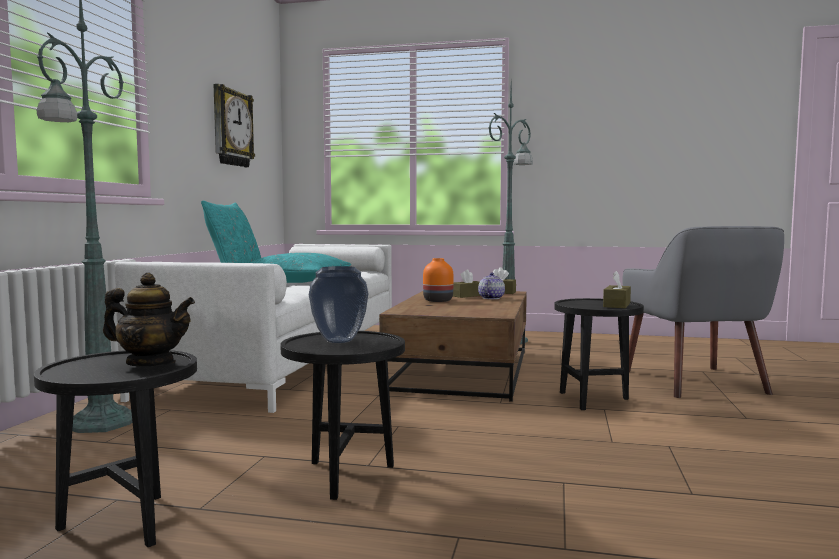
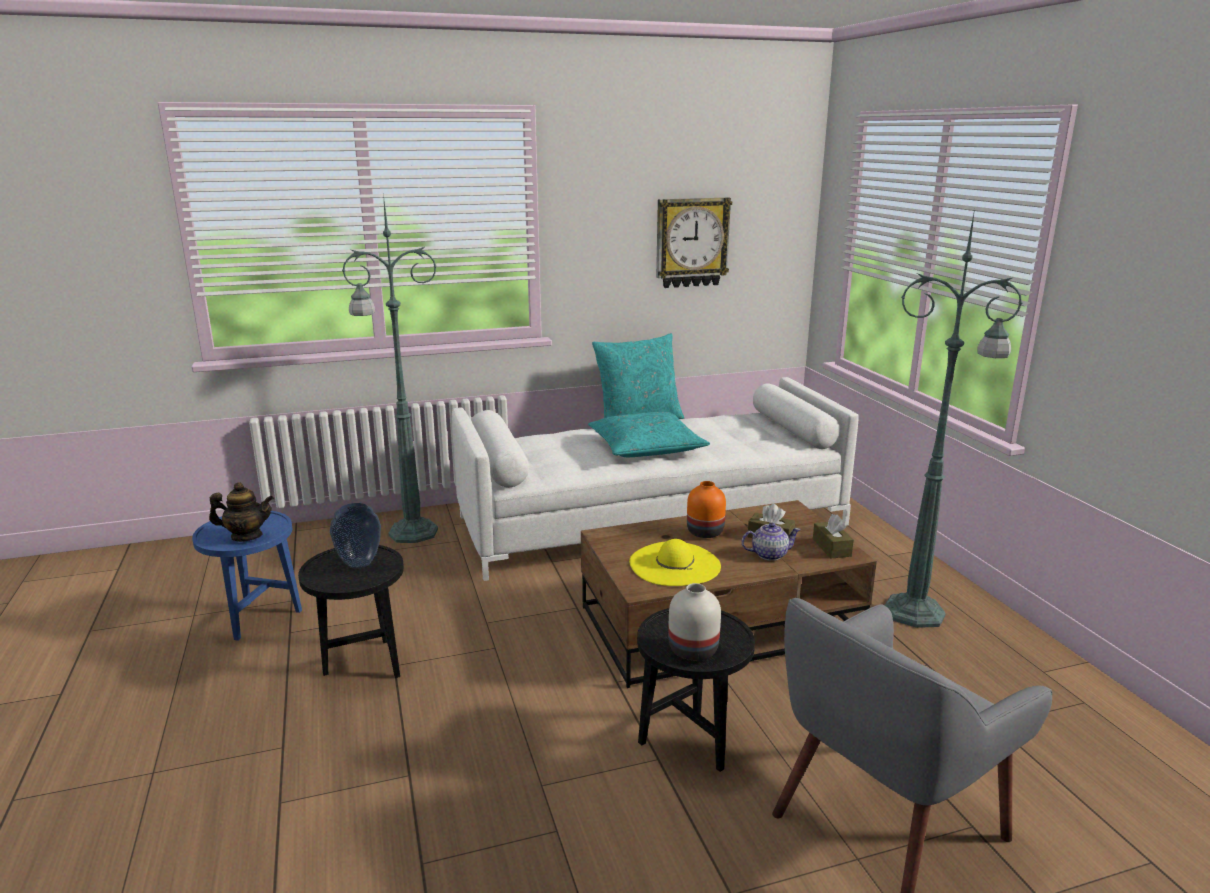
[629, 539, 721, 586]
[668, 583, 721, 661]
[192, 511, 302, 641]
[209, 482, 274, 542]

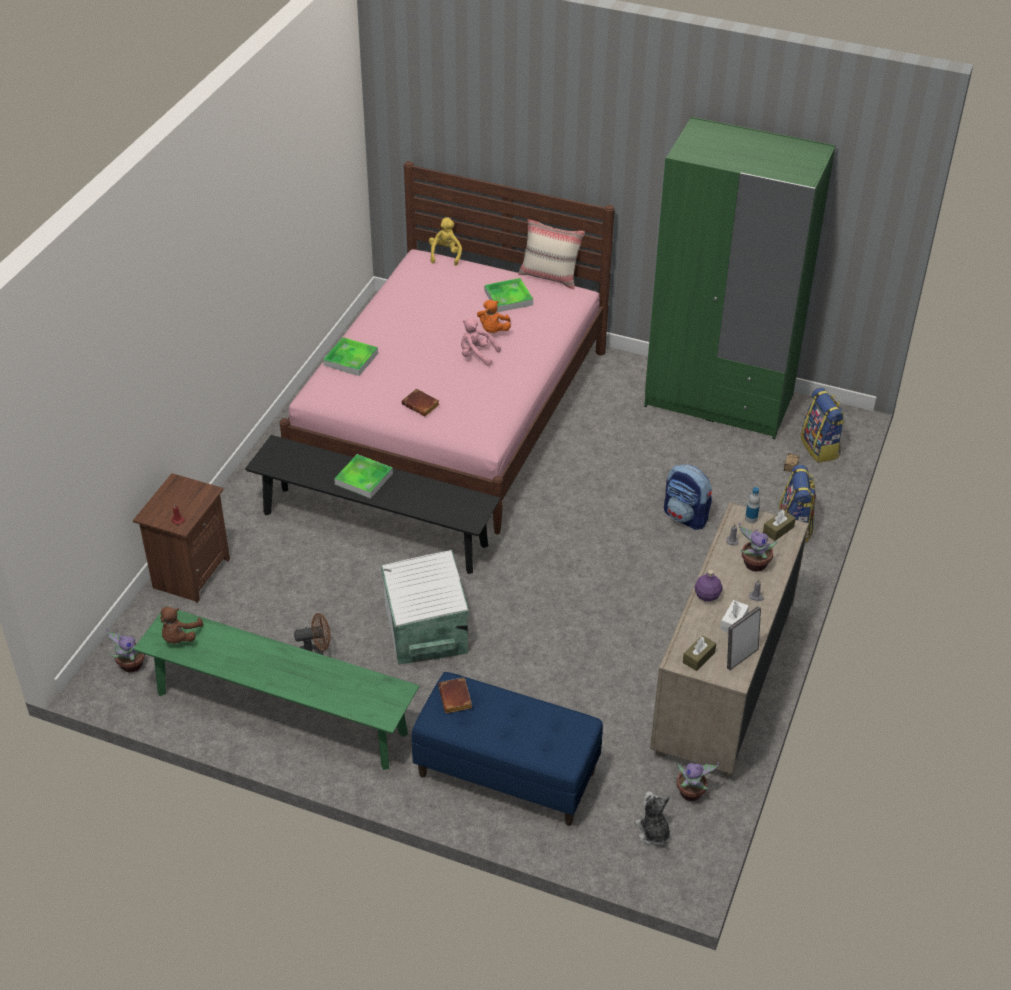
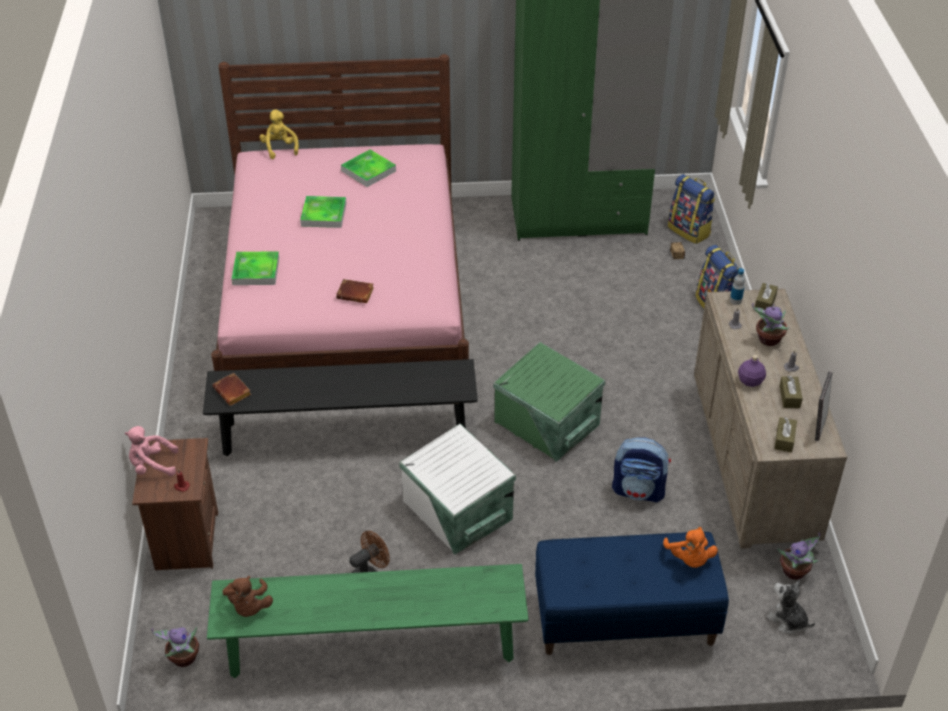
[518, 219, 585, 289] (first image)
[493, 342, 605, 462]
[300, 196, 347, 228]
[212, 373, 251, 406]
[125, 426, 178, 476]
[663, 527, 718, 568]
[612, 438, 671, 503]
[779, 376, 803, 408]

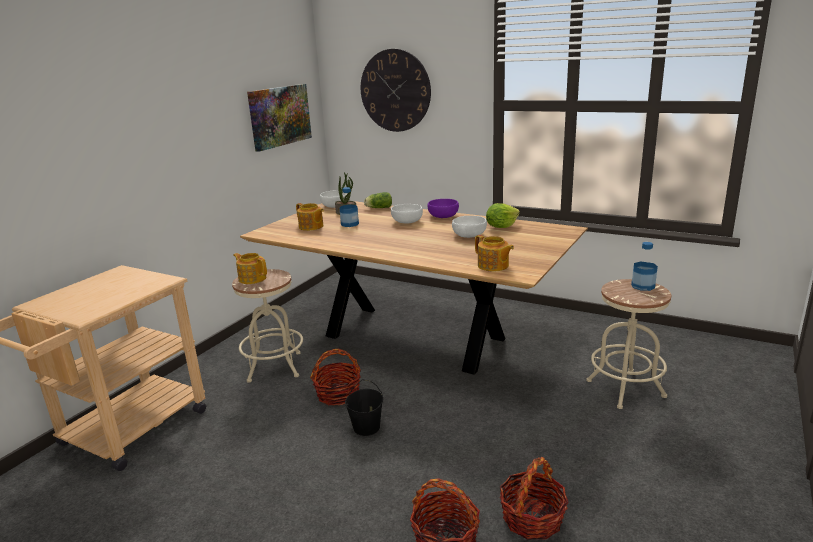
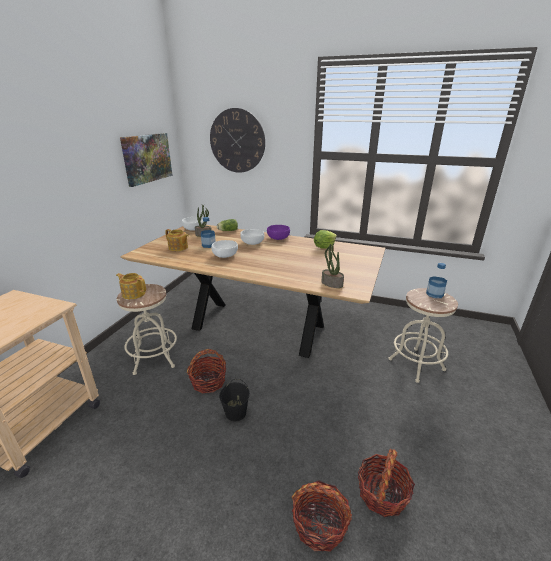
[211, 240, 238, 258]
[322, 243, 344, 288]

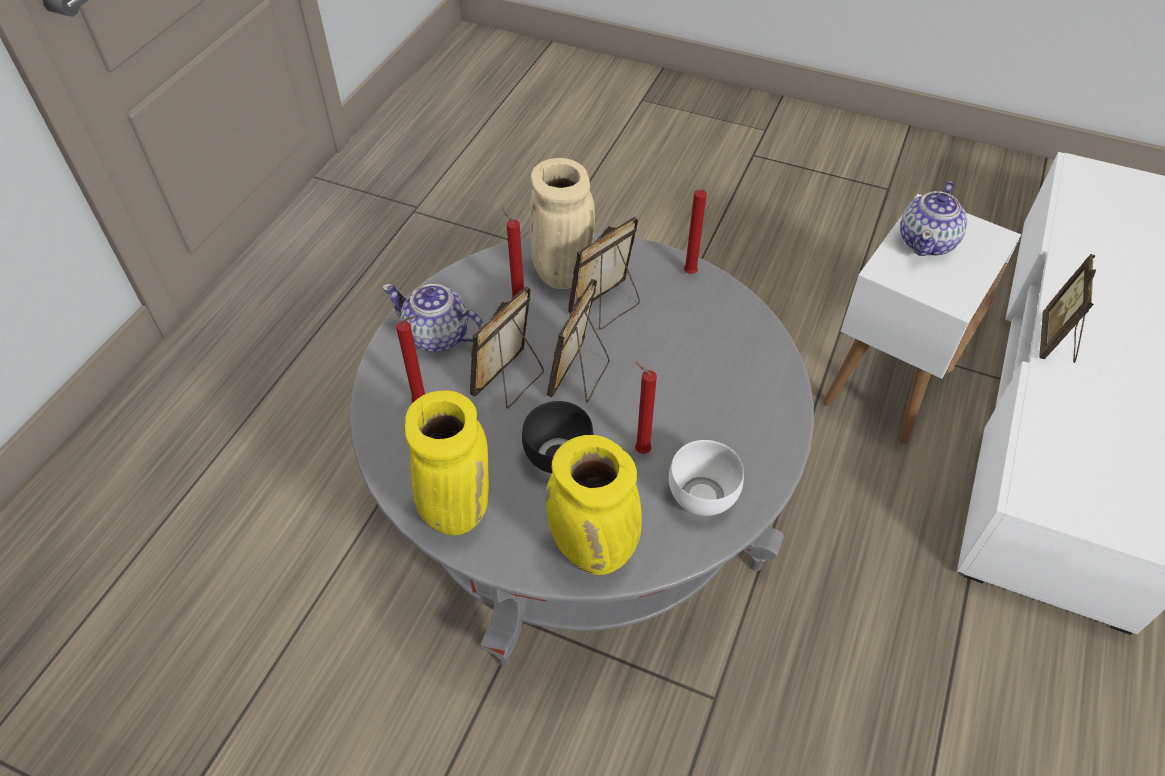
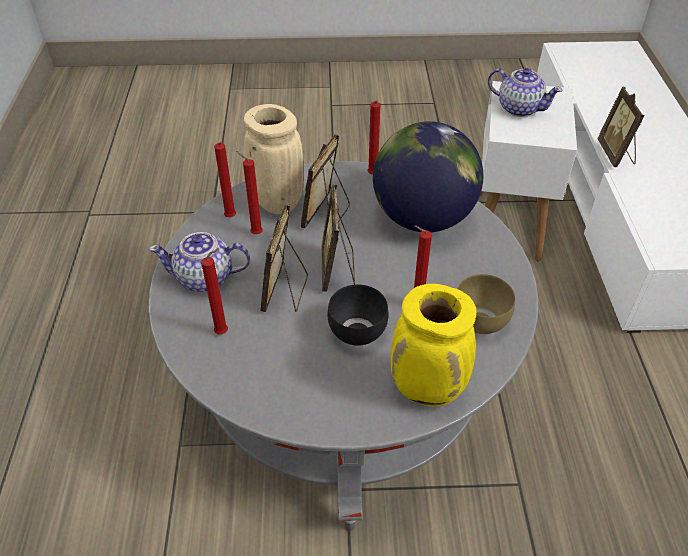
[405, 390, 489, 536] (first image)
[214, 142, 236, 217]
[373, 121, 483, 232]
[457, 274, 515, 334]
[488, 68, 563, 117]

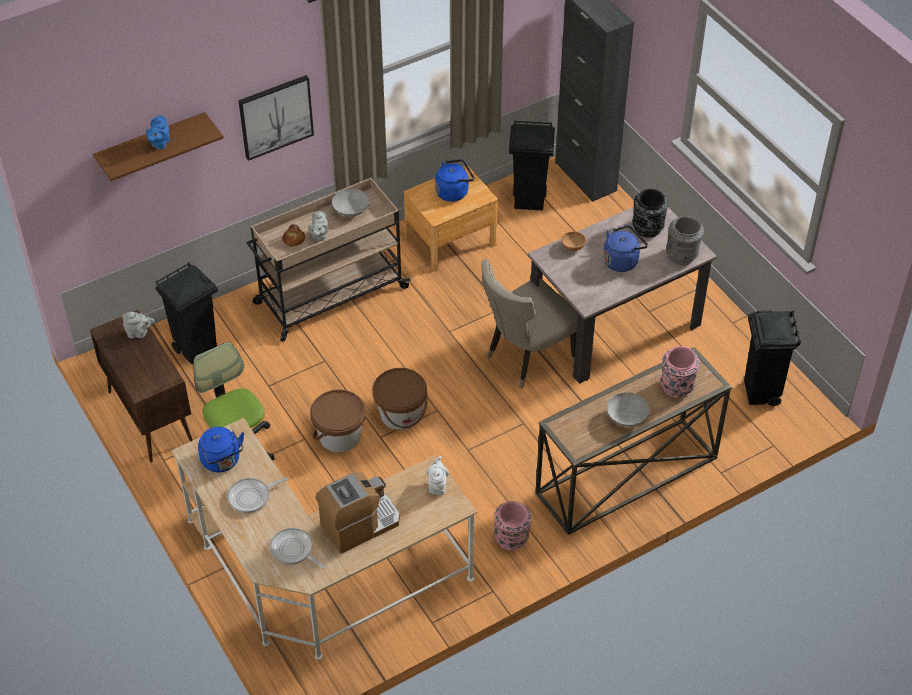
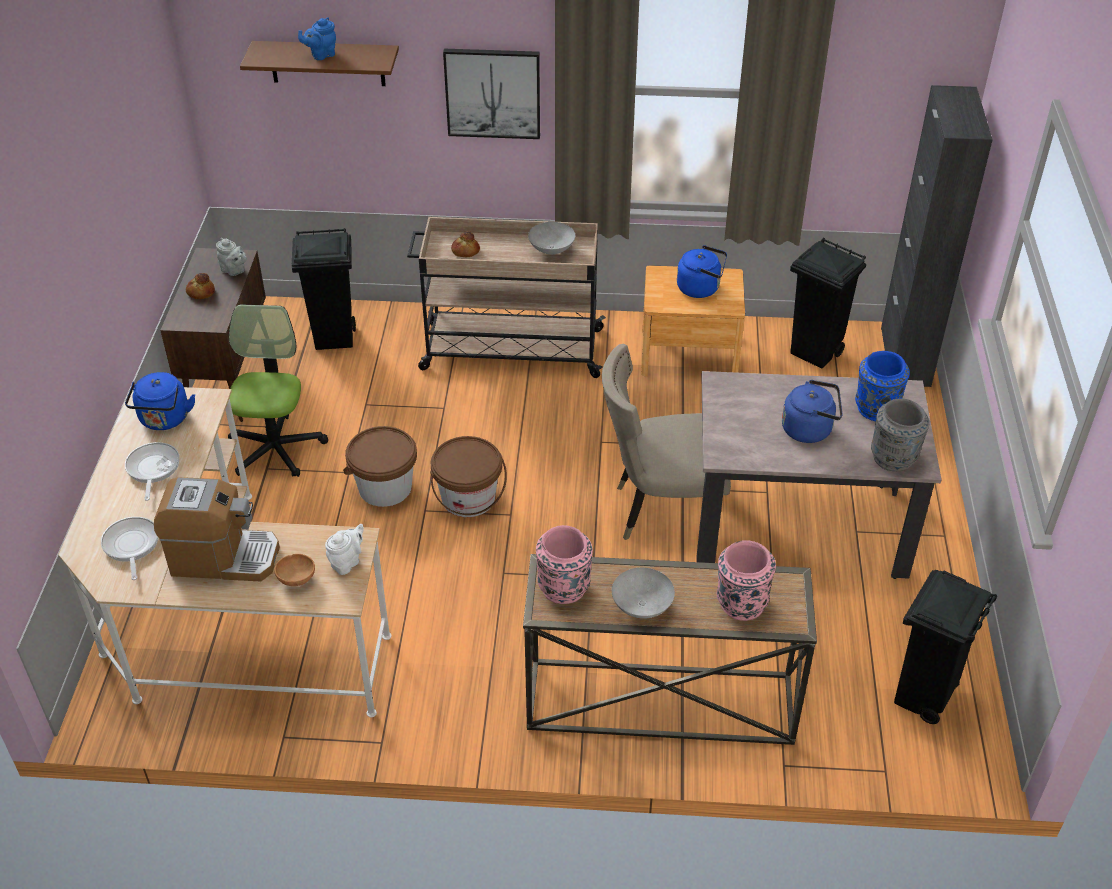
[308, 210, 328, 242] (first image)
[186, 273, 215, 299]
[536, 525, 593, 604]
[274, 554, 315, 586]
[855, 351, 910, 421]
[125, 442, 180, 501]

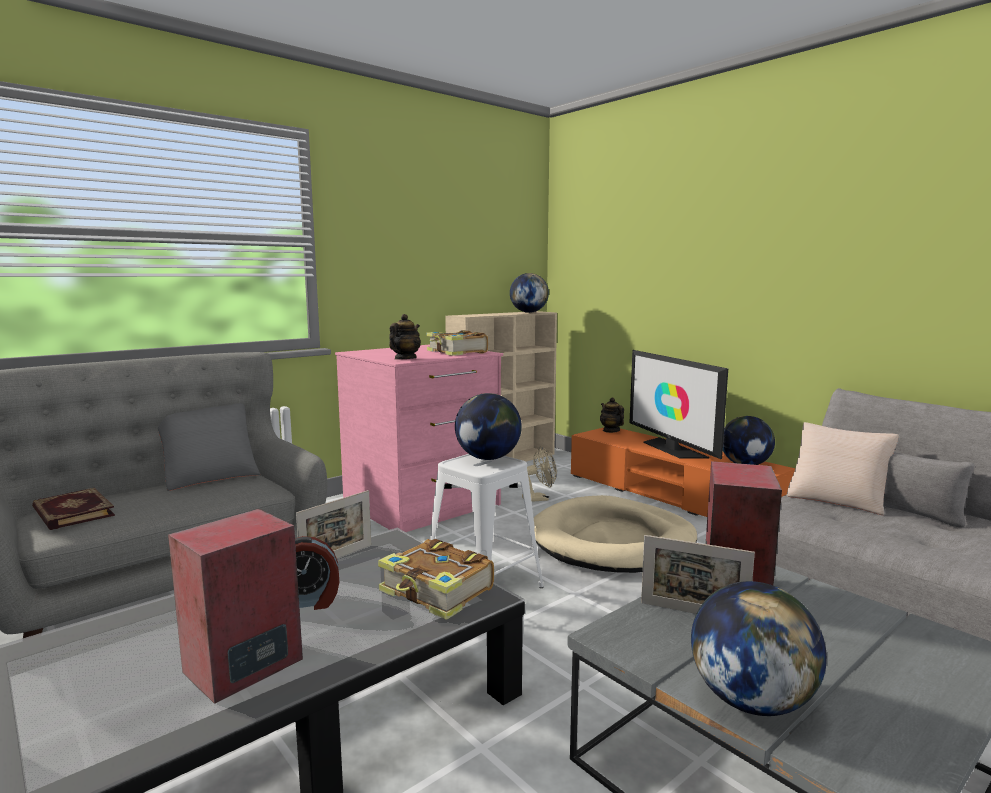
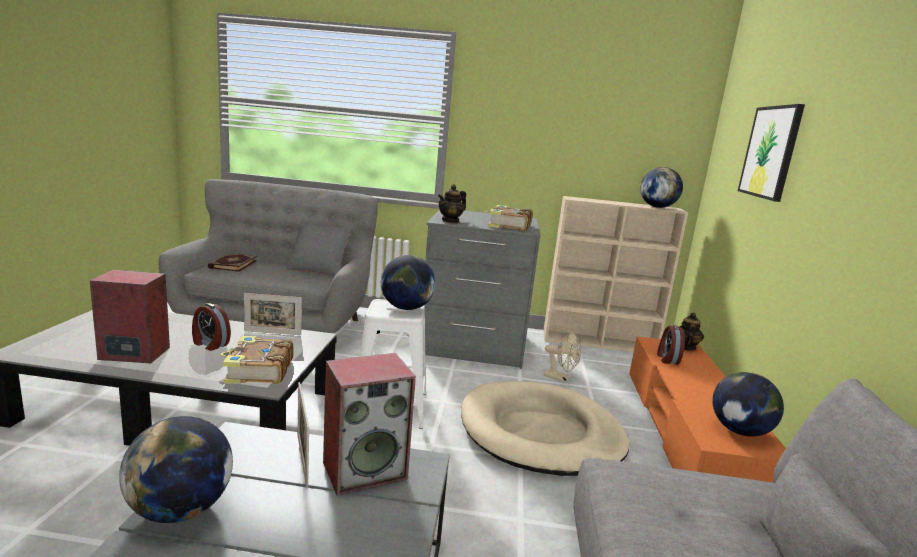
[629, 350, 728, 459] (first image)
[787, 422, 899, 515] (first image)
[657, 325, 685, 365]
[738, 104, 805, 202]
[425, 210, 541, 369]
[438, 185, 466, 223]

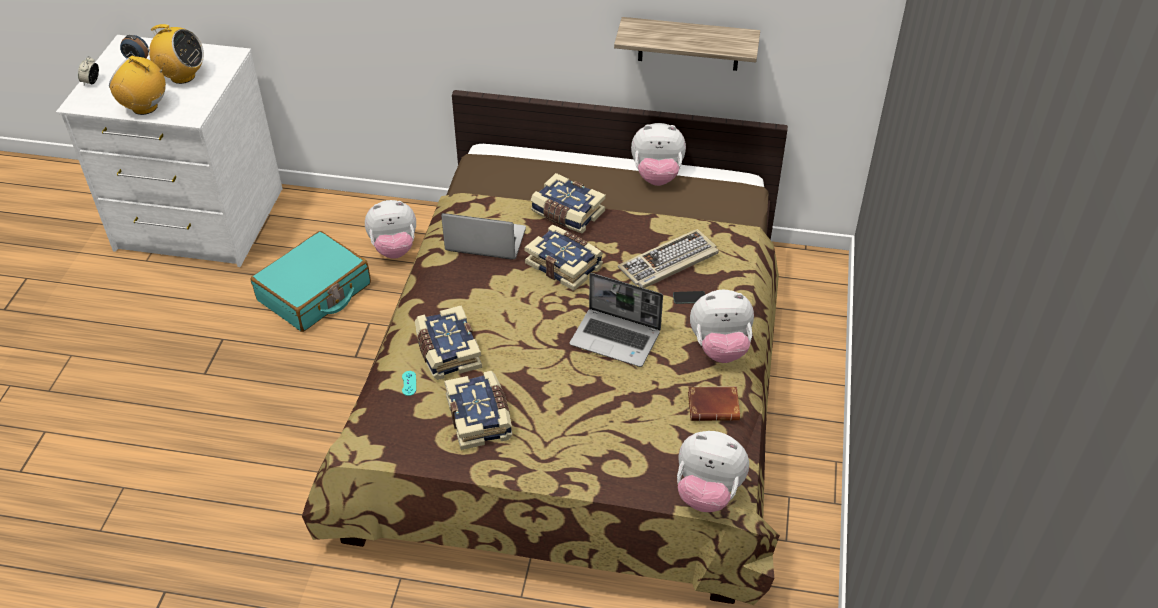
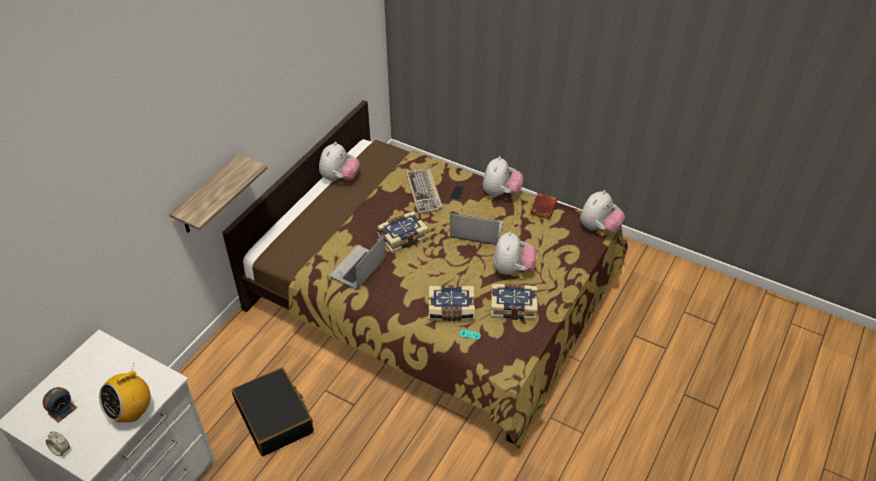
[139, 24, 204, 84] (first image)
[531, 173, 606, 234] (first image)
[493, 231, 536, 275]
[169, 154, 268, 233]
[232, 367, 314, 456]
[450, 213, 503, 245]

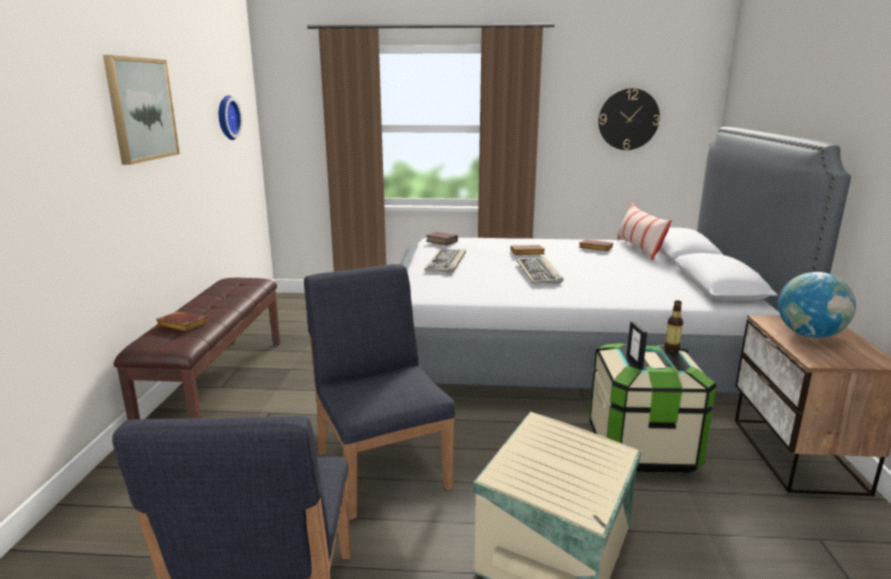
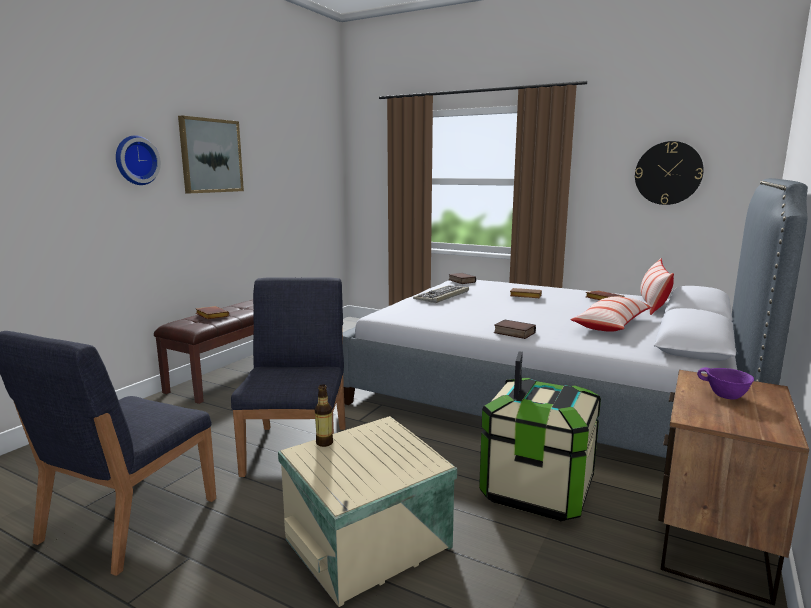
[516, 257, 563, 283] (first image)
[494, 320, 536, 339]
[570, 296, 652, 332]
[116, 135, 161, 185]
[315, 384, 333, 447]
[697, 367, 754, 400]

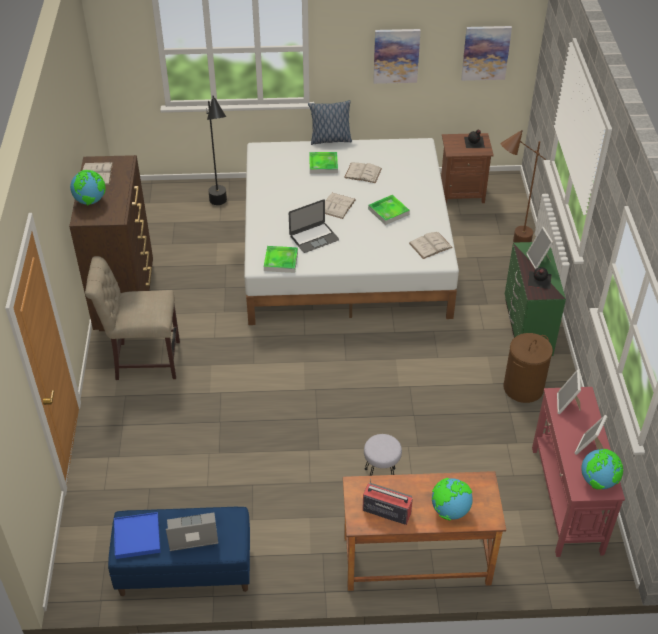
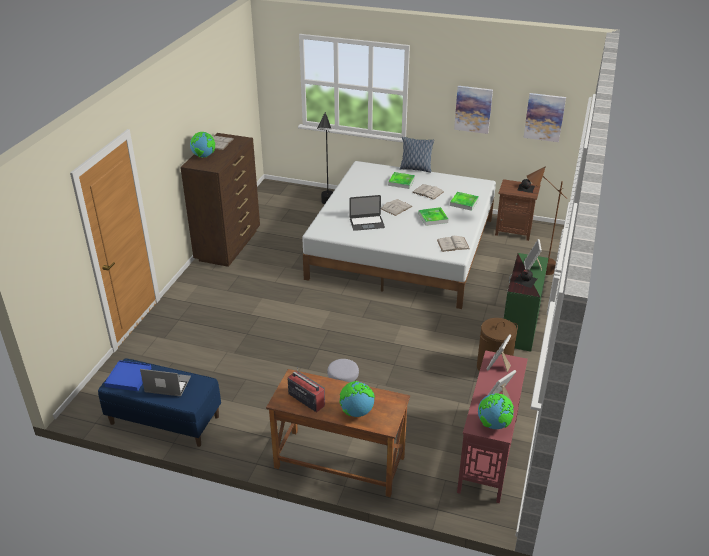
[85, 256, 180, 380] (first image)
[450, 192, 479, 211]

